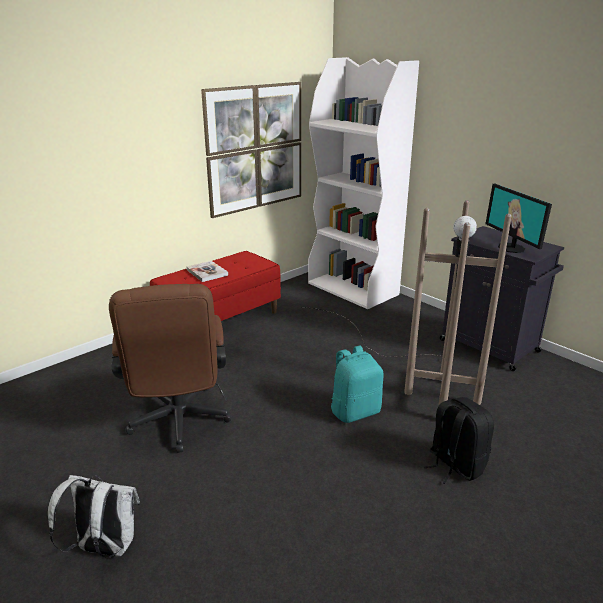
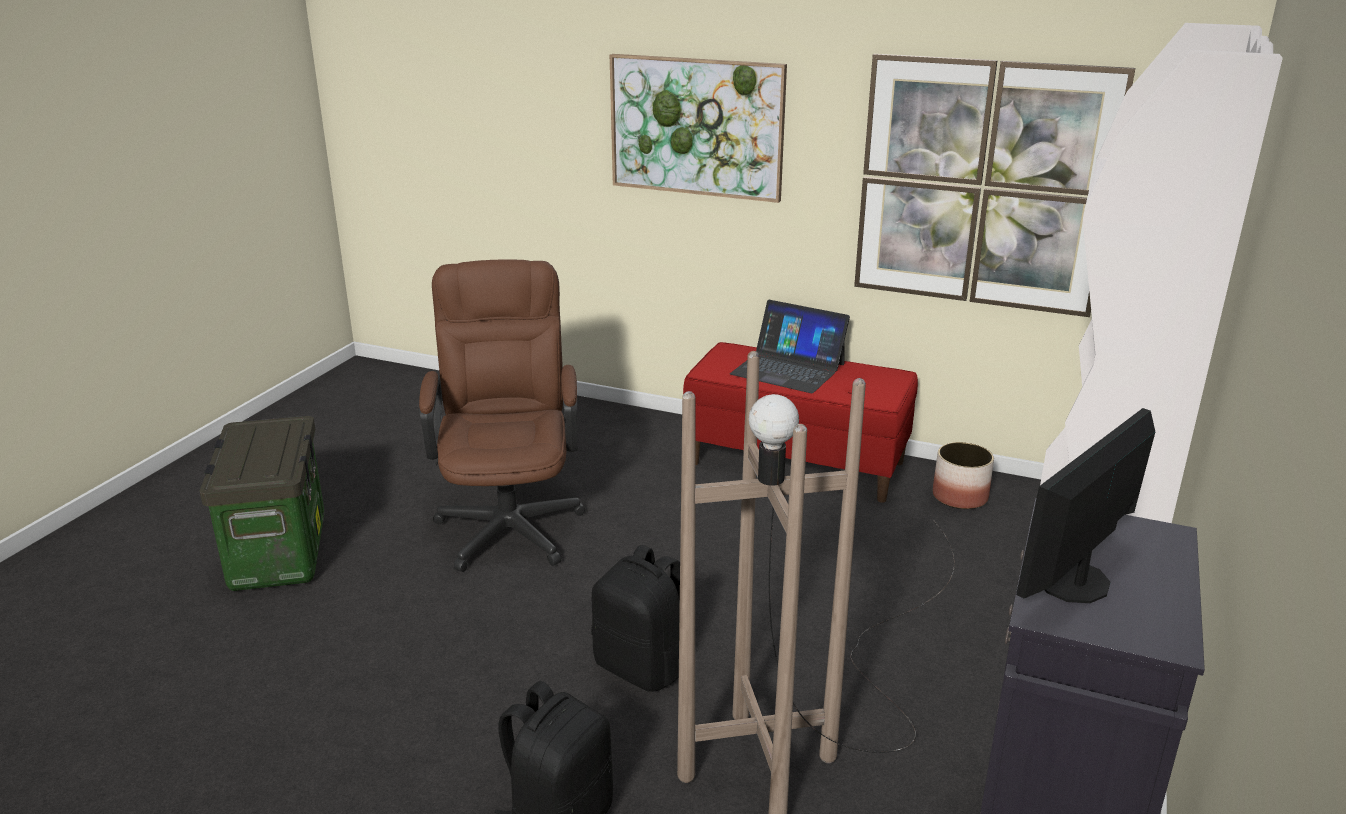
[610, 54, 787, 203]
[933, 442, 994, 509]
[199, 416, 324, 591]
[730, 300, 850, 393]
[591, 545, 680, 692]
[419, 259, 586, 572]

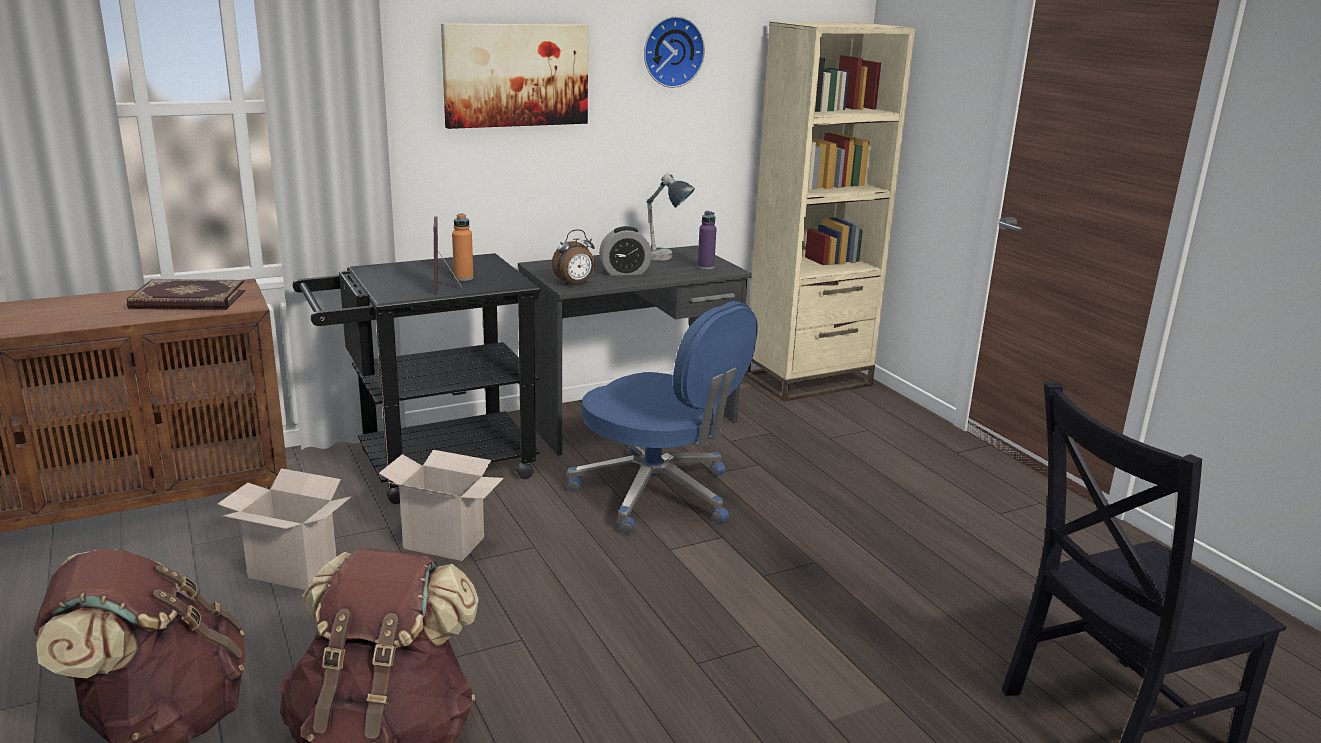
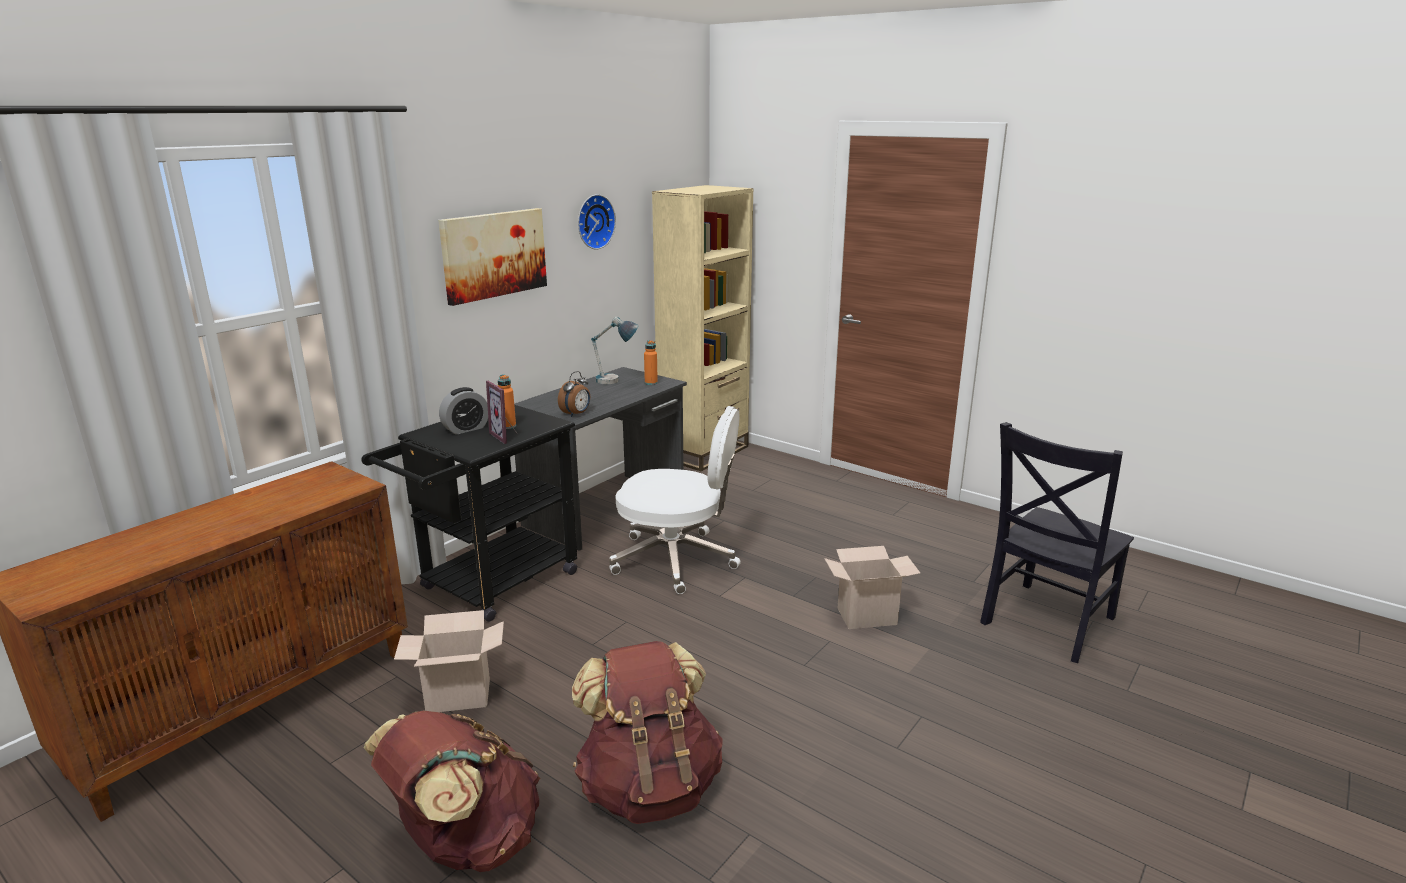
[127, 279, 245, 310] (first image)
[824, 546, 920, 629]
[439, 387, 488, 435]
[609, 406, 741, 594]
[644, 340, 658, 385]

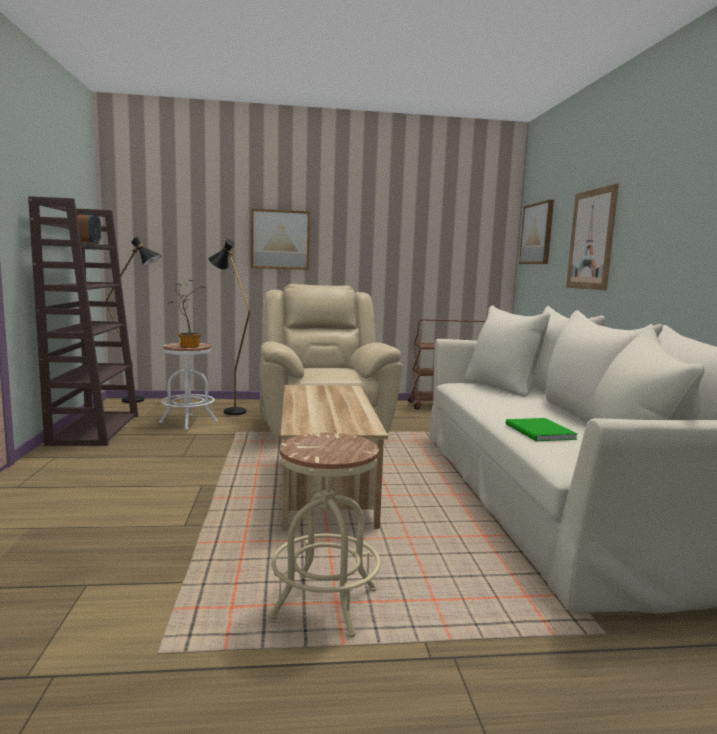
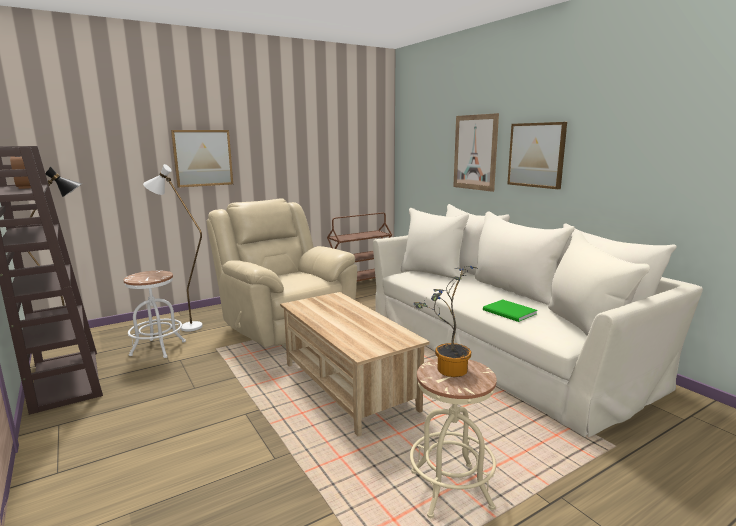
[413, 266, 476, 377]
[507, 122, 567, 189]
[143, 164, 203, 332]

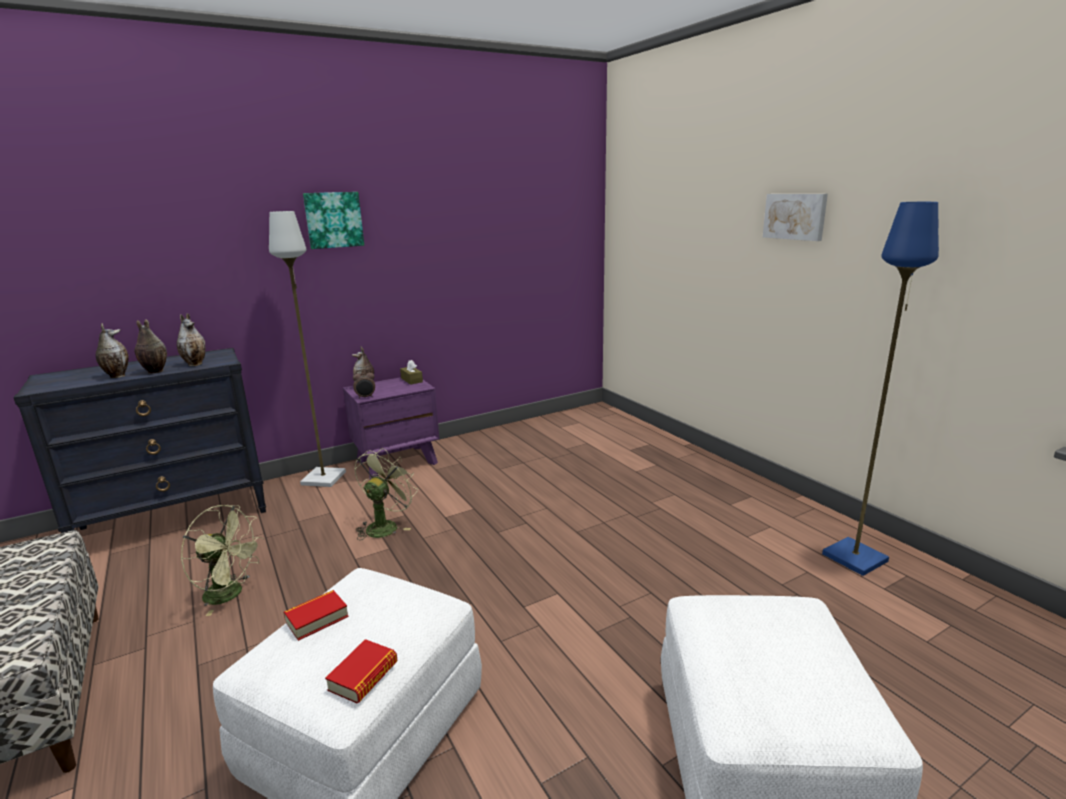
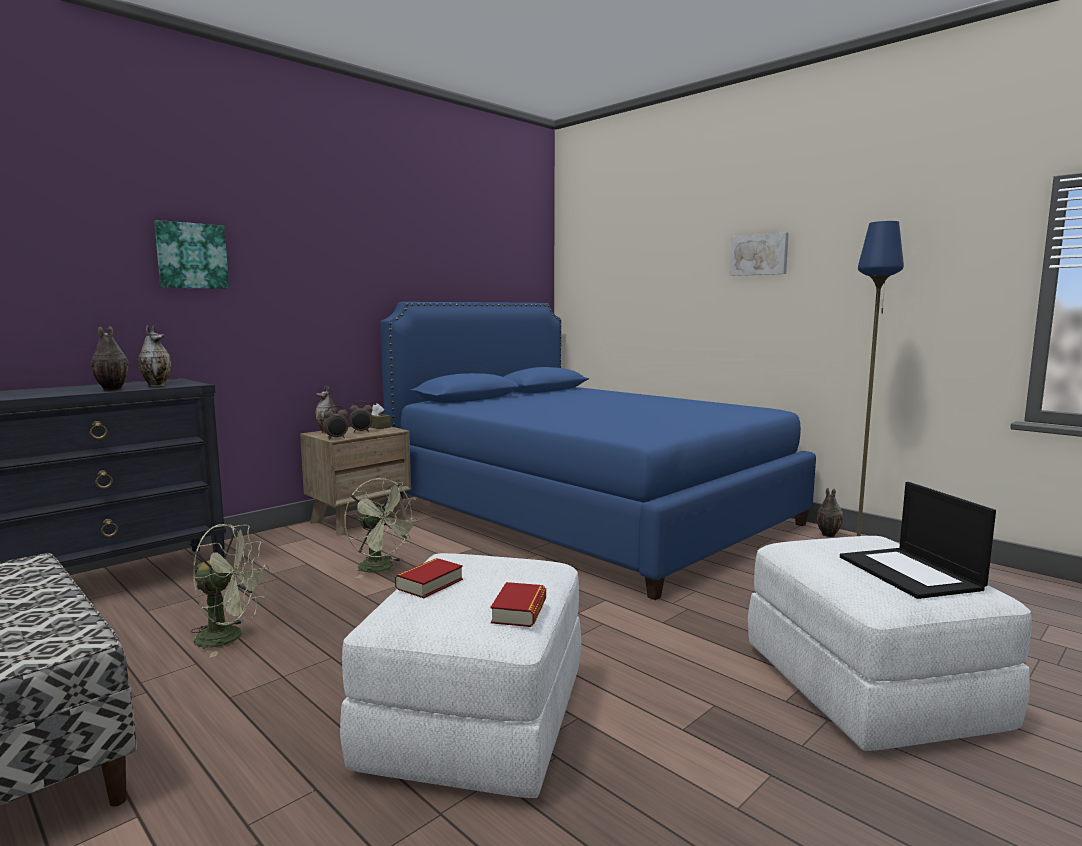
[269, 211, 346, 487] (first image)
[349, 401, 373, 432]
[380, 302, 816, 600]
[840, 482, 996, 599]
[817, 488, 843, 537]
[154, 220, 229, 289]
[300, 427, 411, 536]
[345, 478, 419, 578]

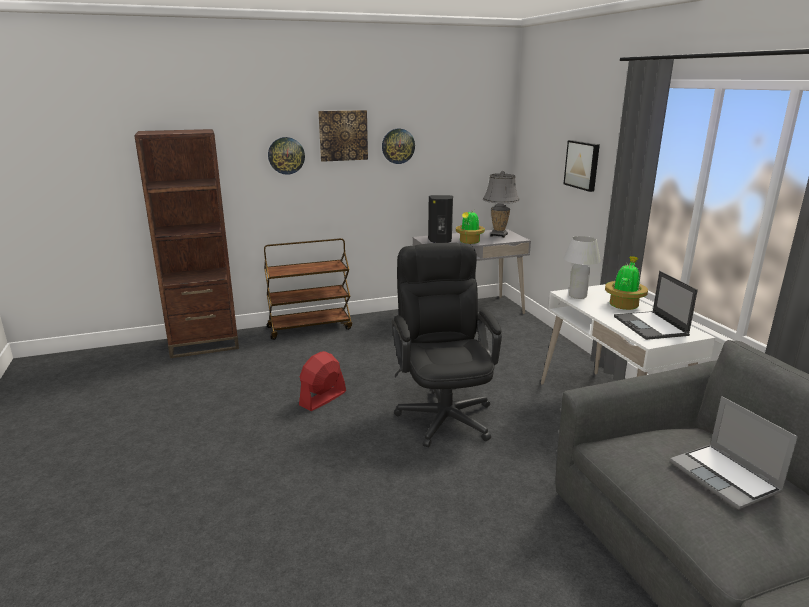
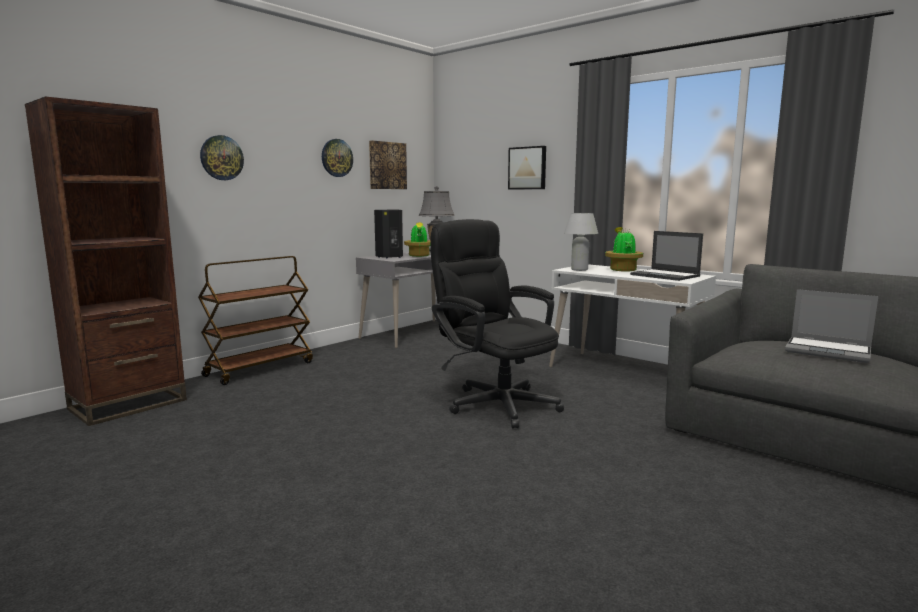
[299, 351, 346, 411] (first image)
[369, 140, 407, 189]

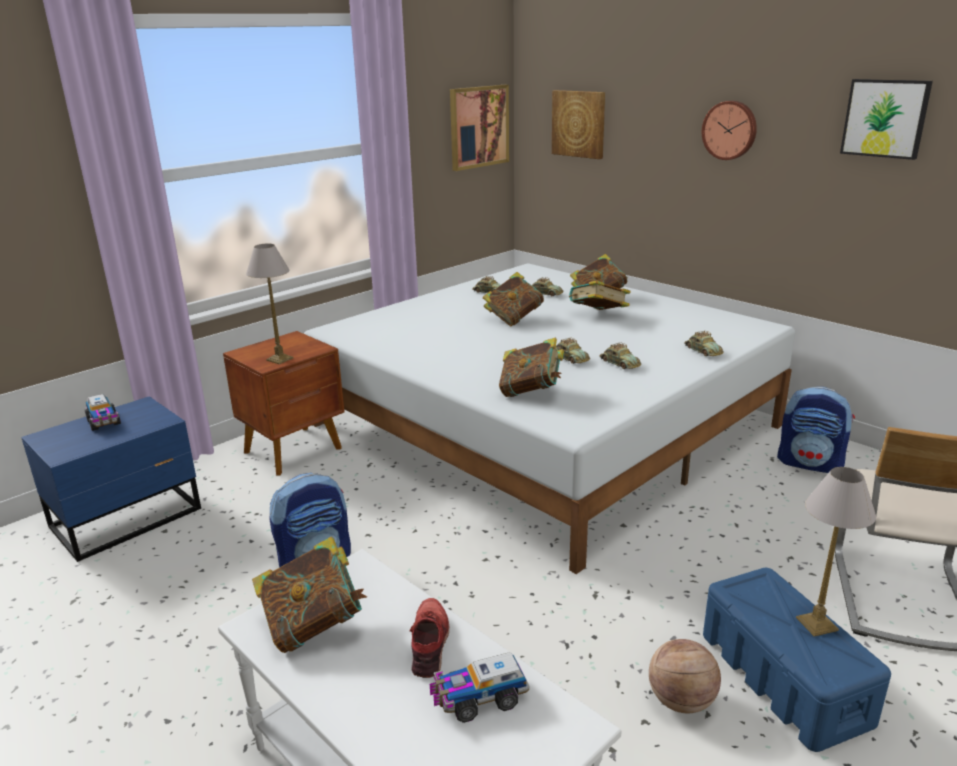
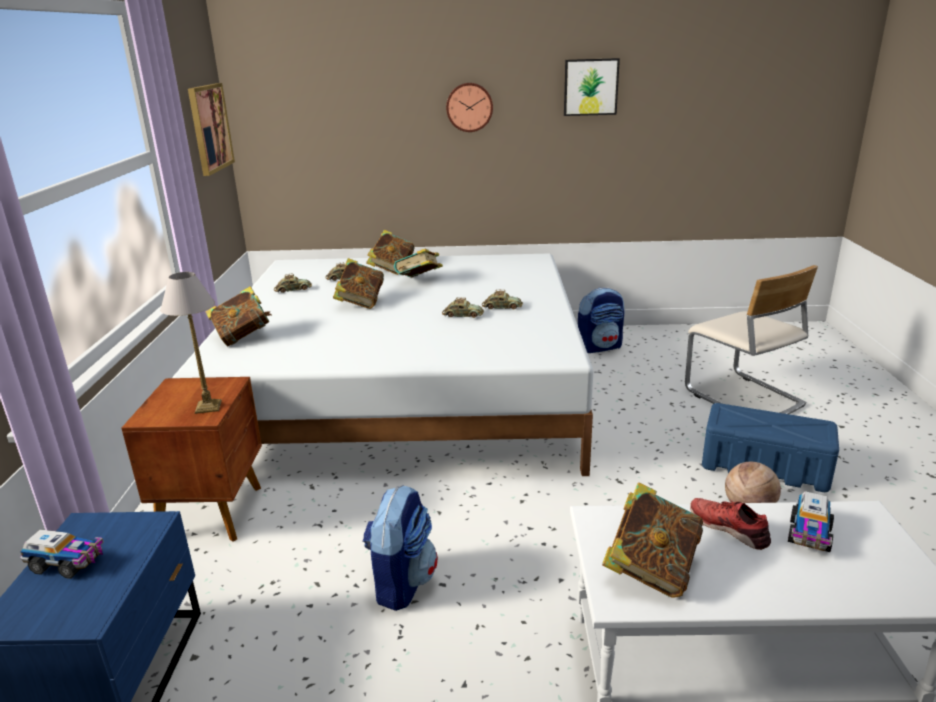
[552, 90, 605, 159] (first image)
[684, 331, 724, 356] (first image)
[796, 467, 876, 637] (first image)
[205, 286, 272, 346]

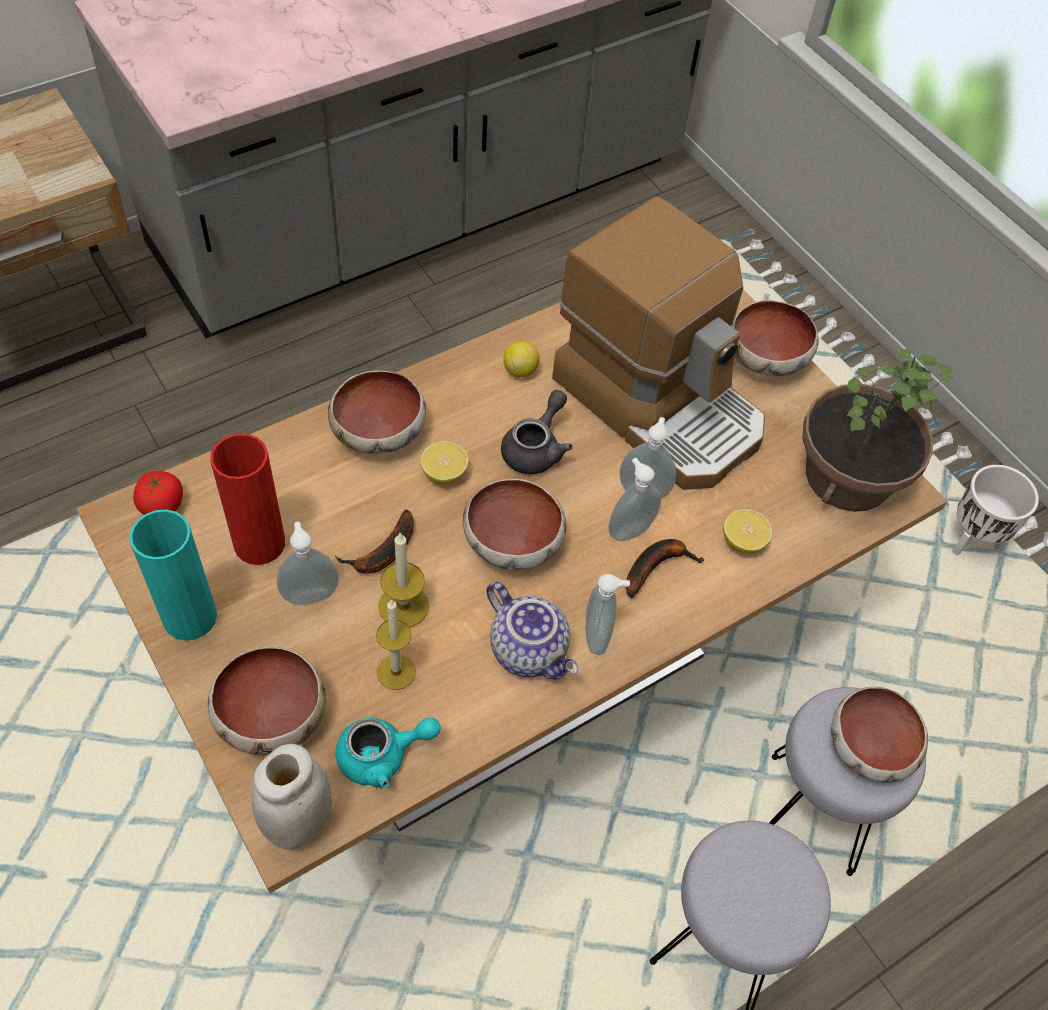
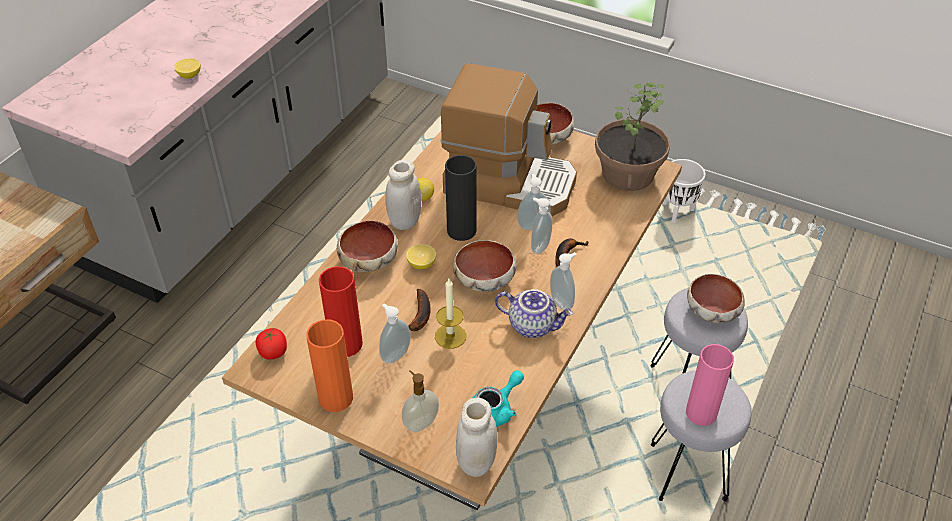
[376, 599, 416, 690] (first image)
[385, 160, 421, 230]
[686, 344, 734, 426]
[174, 58, 201, 79]
[402, 370, 439, 432]
[445, 155, 477, 241]
[306, 319, 353, 412]

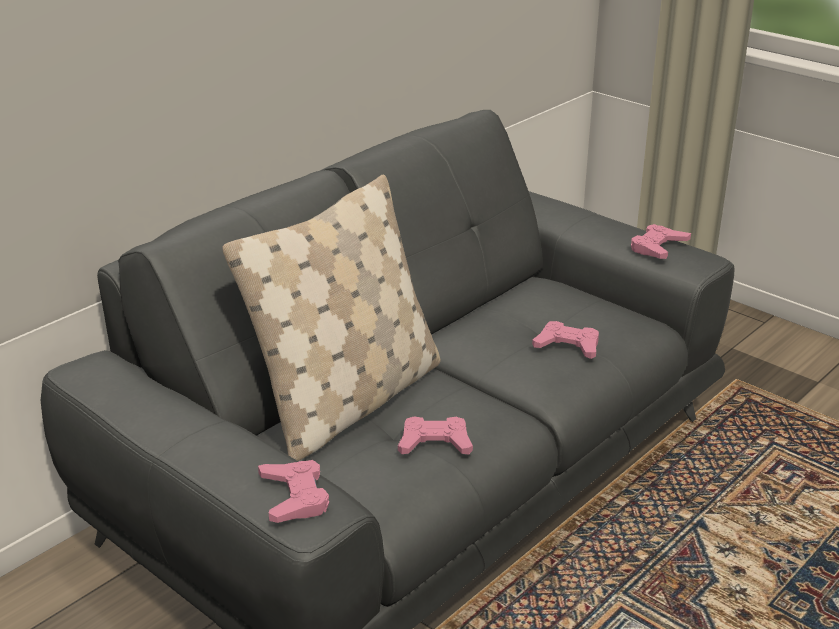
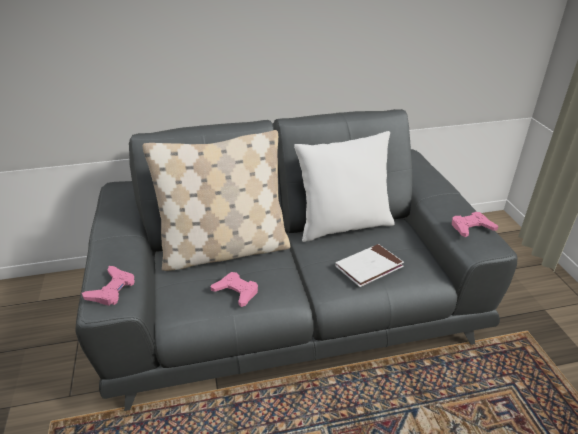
[294, 131, 395, 242]
[335, 244, 404, 287]

